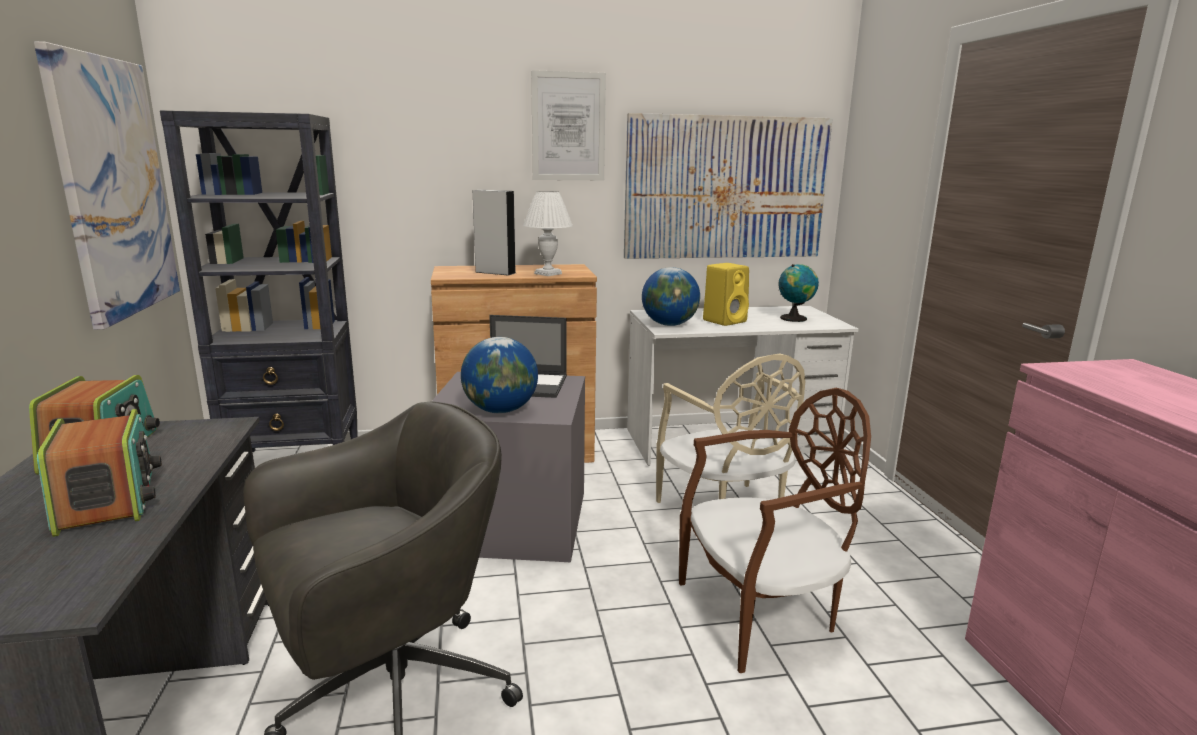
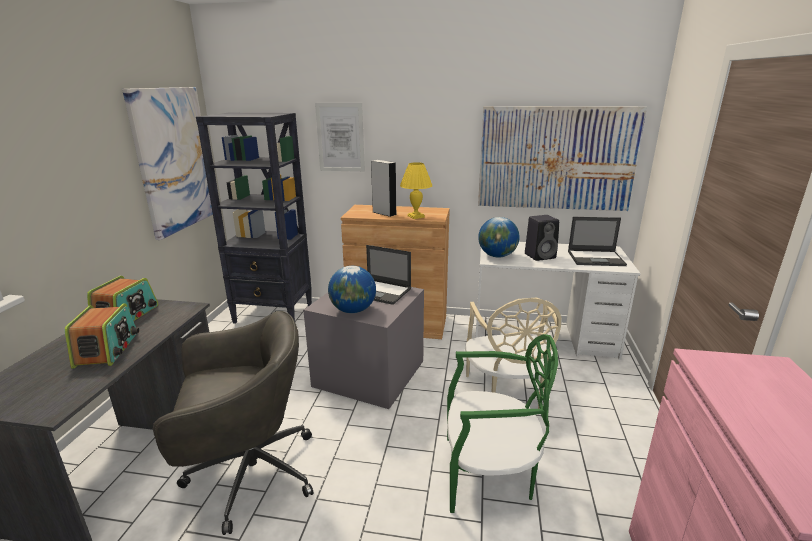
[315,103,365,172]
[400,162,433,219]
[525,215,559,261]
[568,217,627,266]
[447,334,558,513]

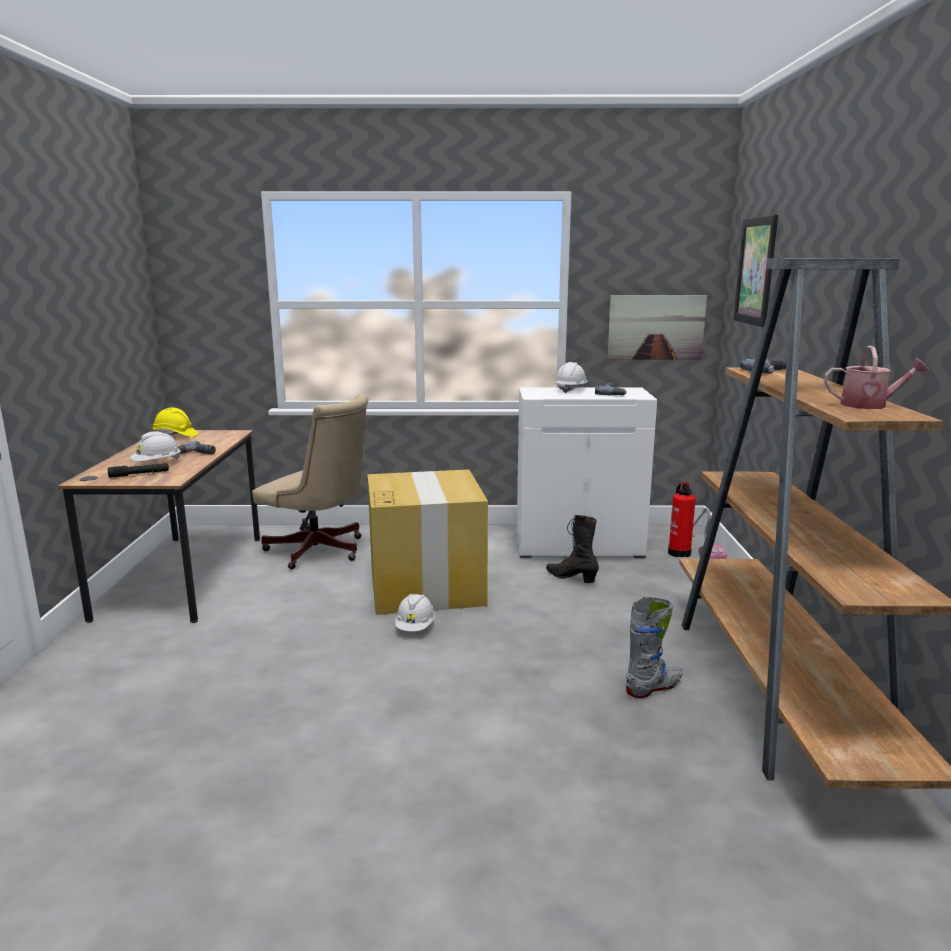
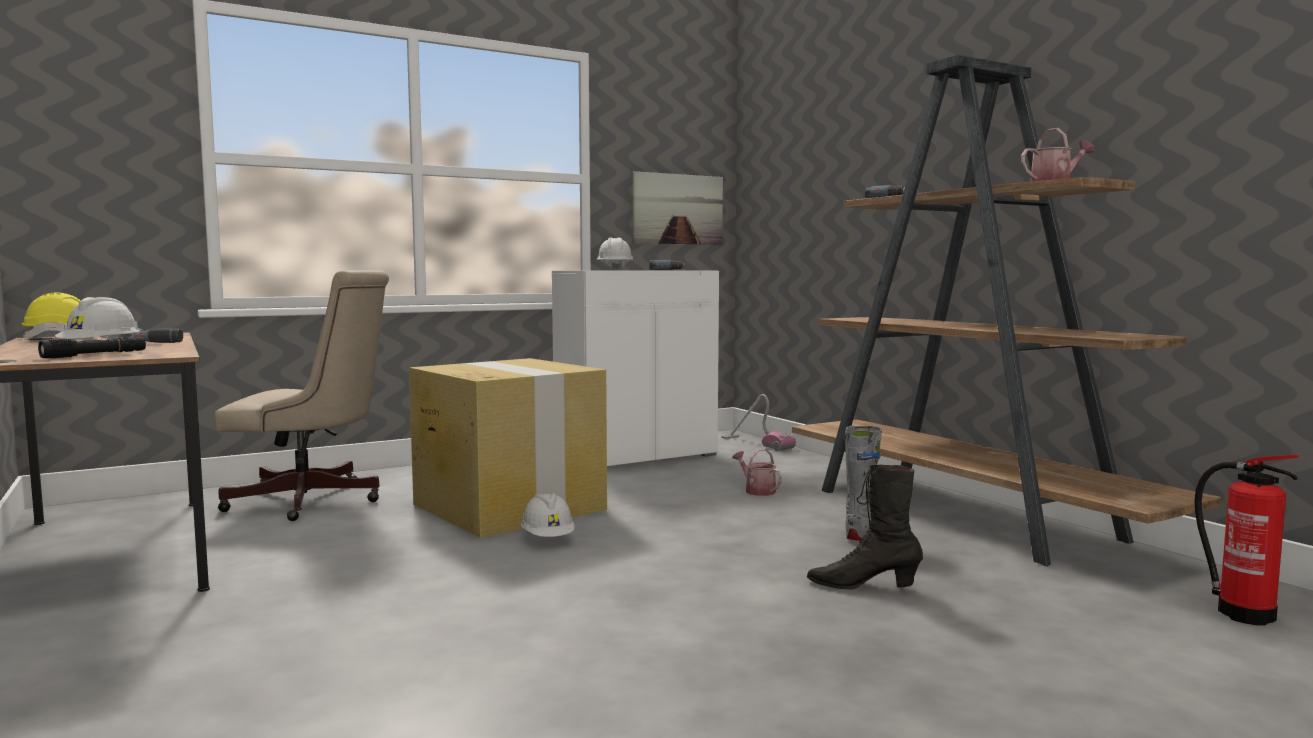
[733,215,778,327] (first image)
[1194,454,1300,626]
[807,465,923,589]
[733,448,782,496]

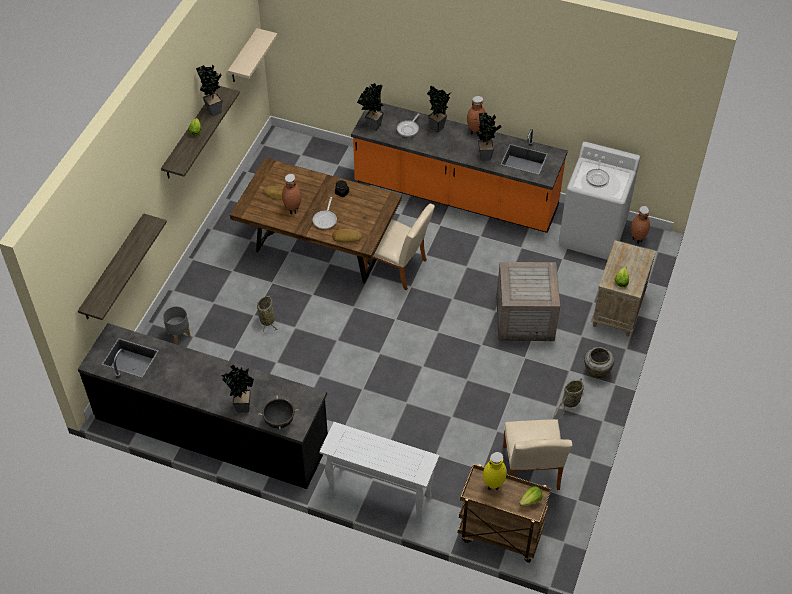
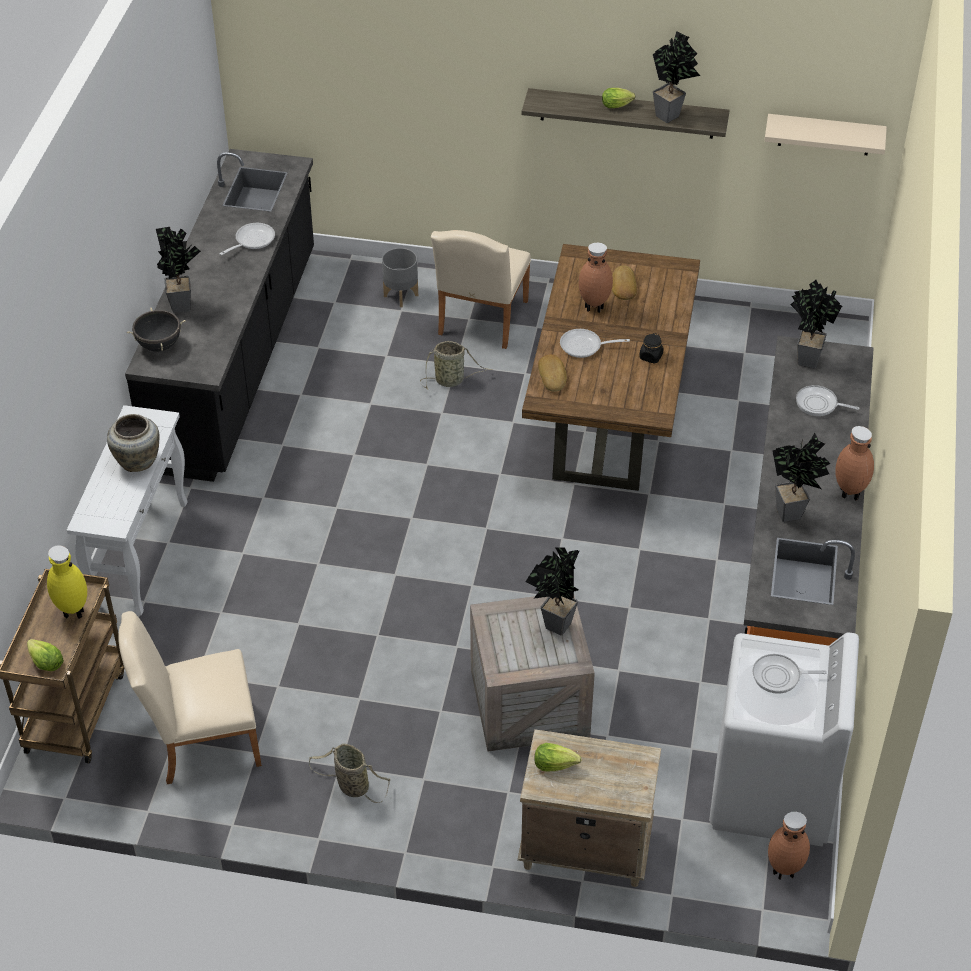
[526,547,580,635]
[431,230,531,349]
[78,213,167,320] (first image)
[107,414,160,472]
[220,223,275,255]

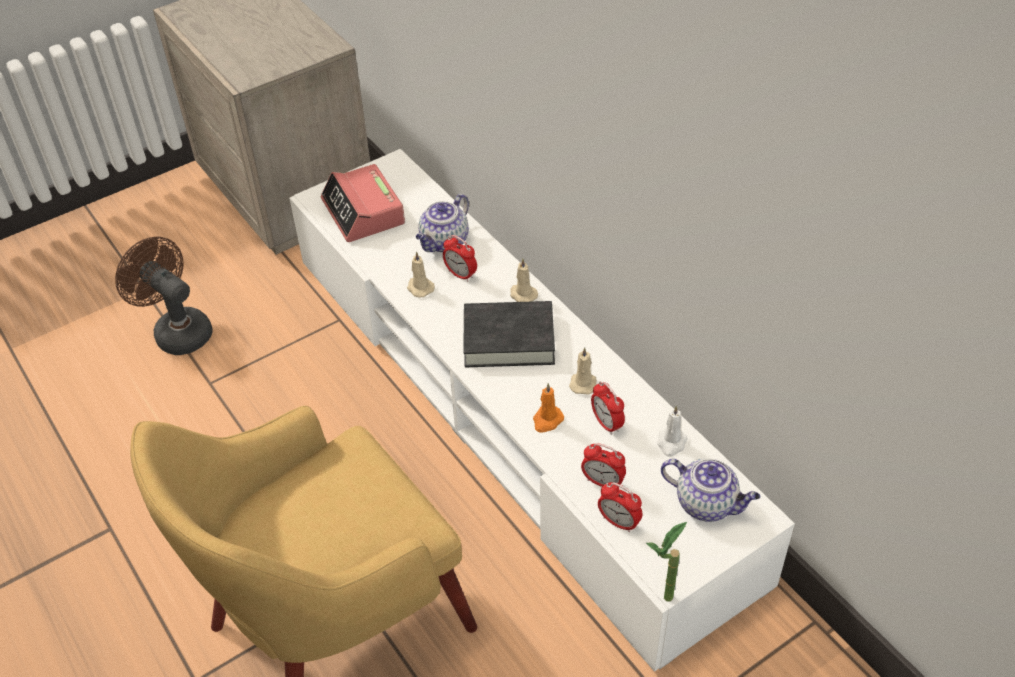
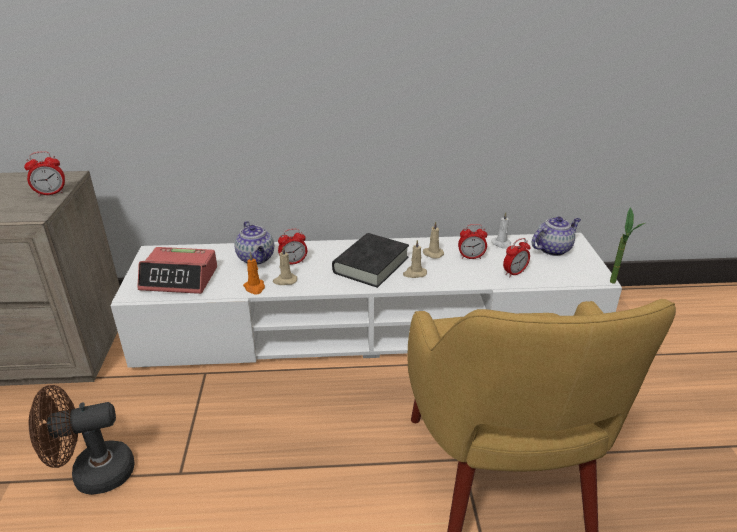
[403,240,427,278]
[243,252,265,295]
[24,151,65,197]

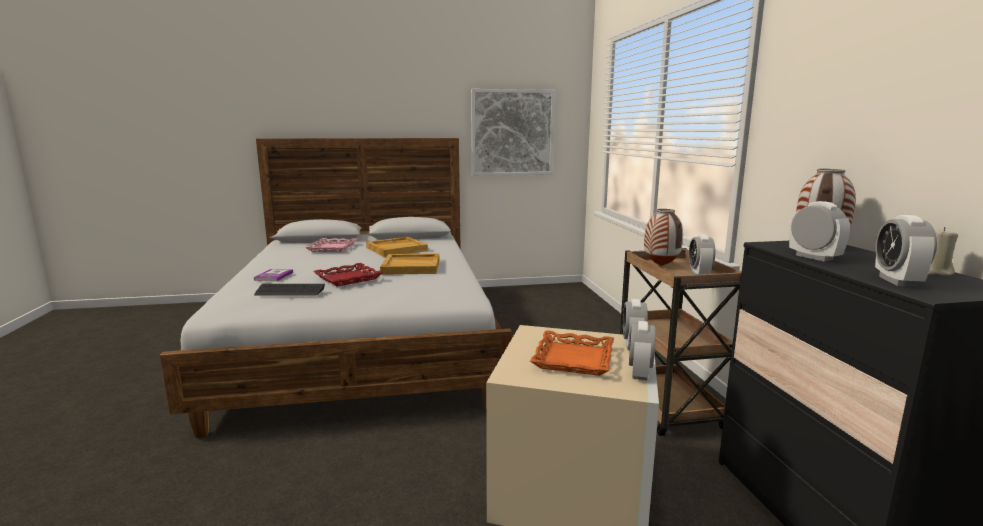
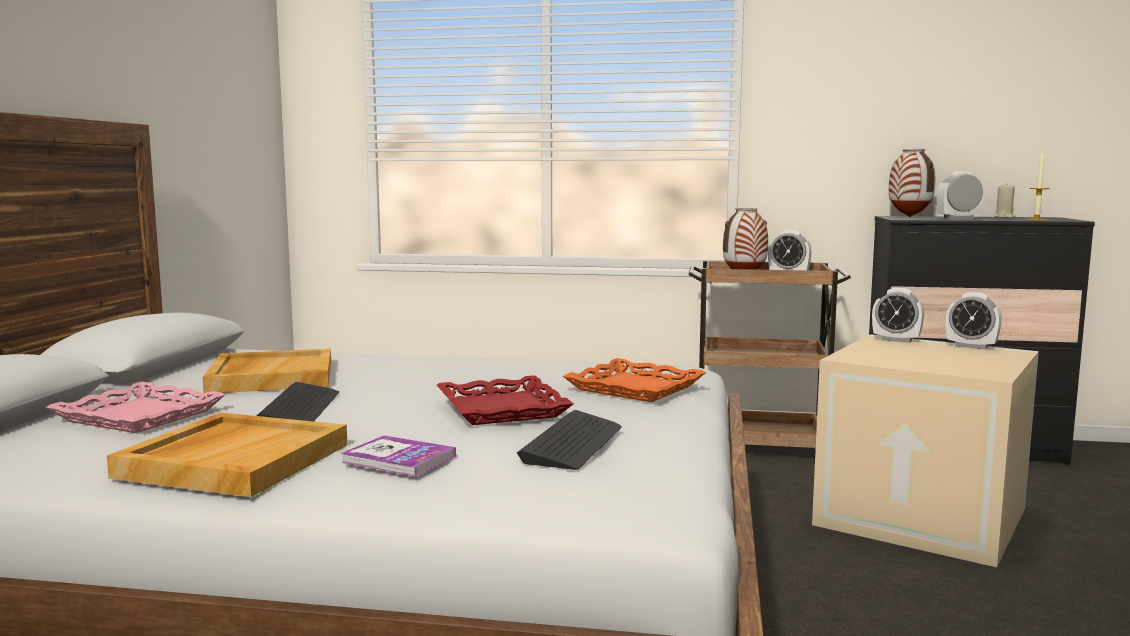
[471,89,555,176] (first image)
[1025,152,1049,220]
[107,413,347,497]
[563,358,706,402]
[257,382,339,422]

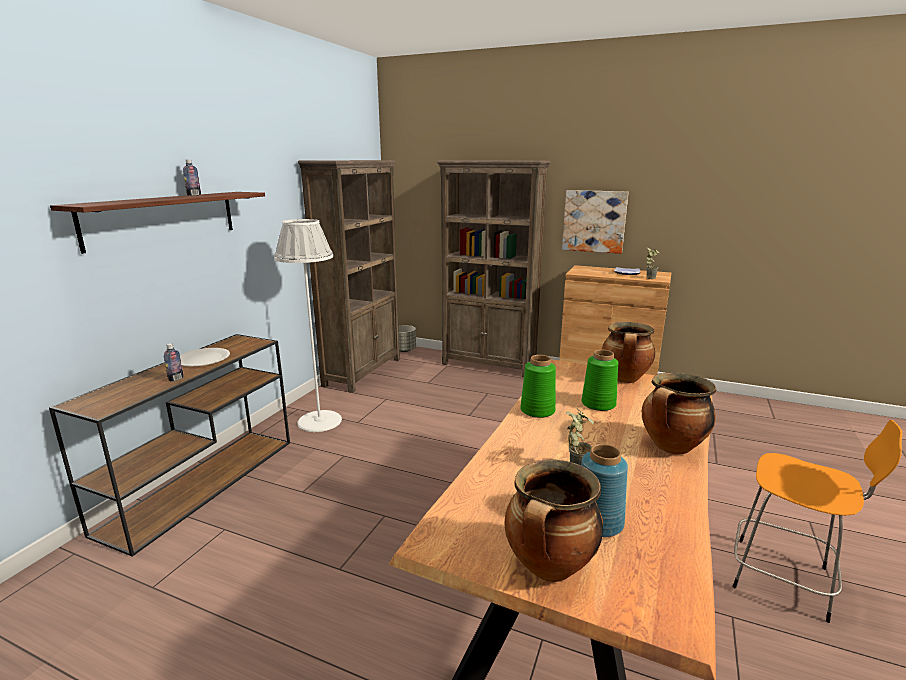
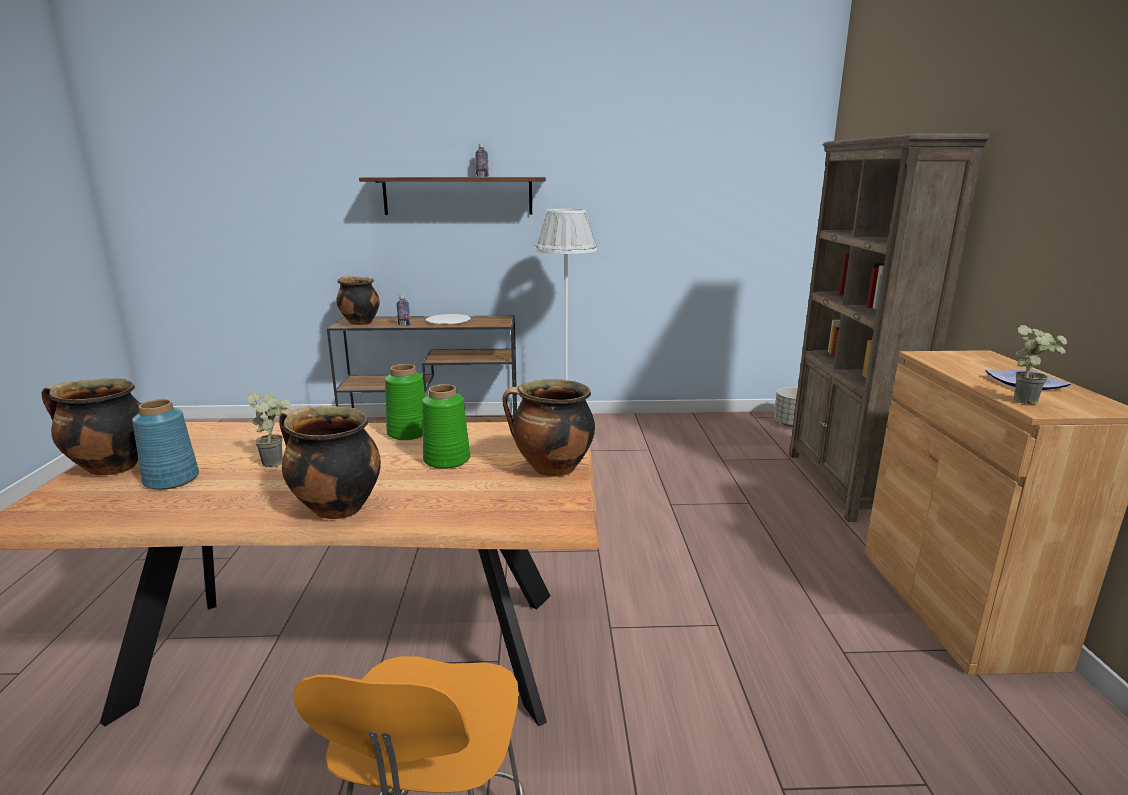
[298,160,400,393] (first image)
[562,190,629,254] (first image)
[336,276,380,325]

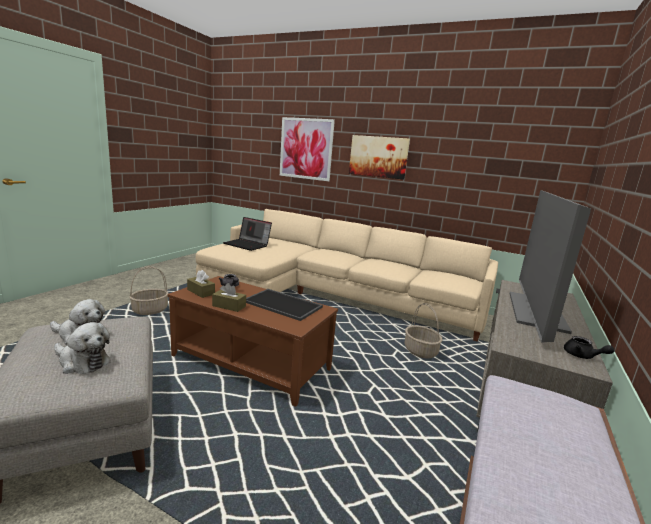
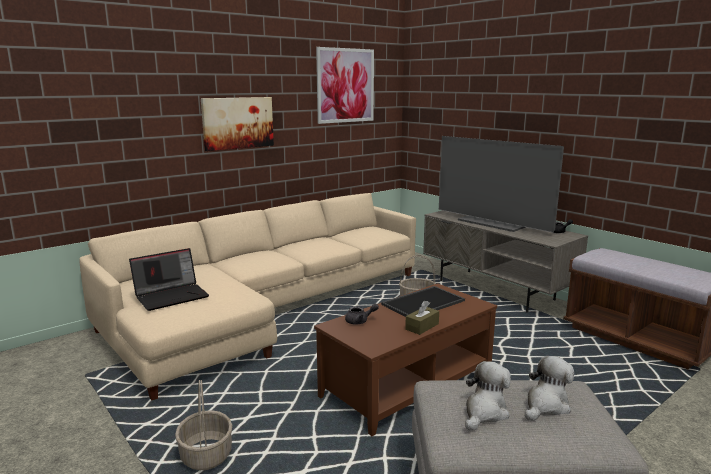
[316,47,374,124]
[187,270,215,298] (first image)

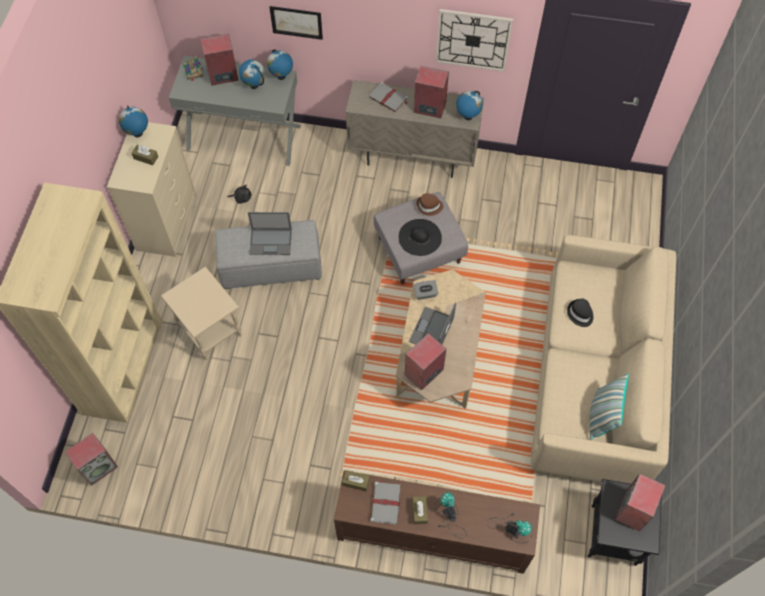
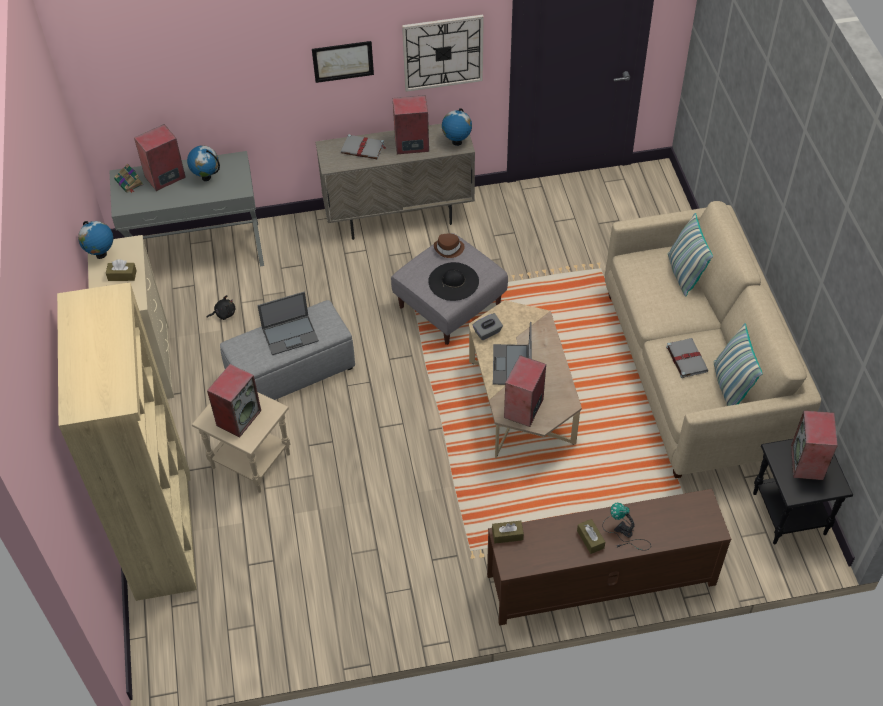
[312,41,374,83]
[267,49,293,80] (first image)
[567,299,593,327] (first image)
[207,364,261,437]
[666,338,708,378]
[487,513,533,543] (first image)
[668,213,713,296]

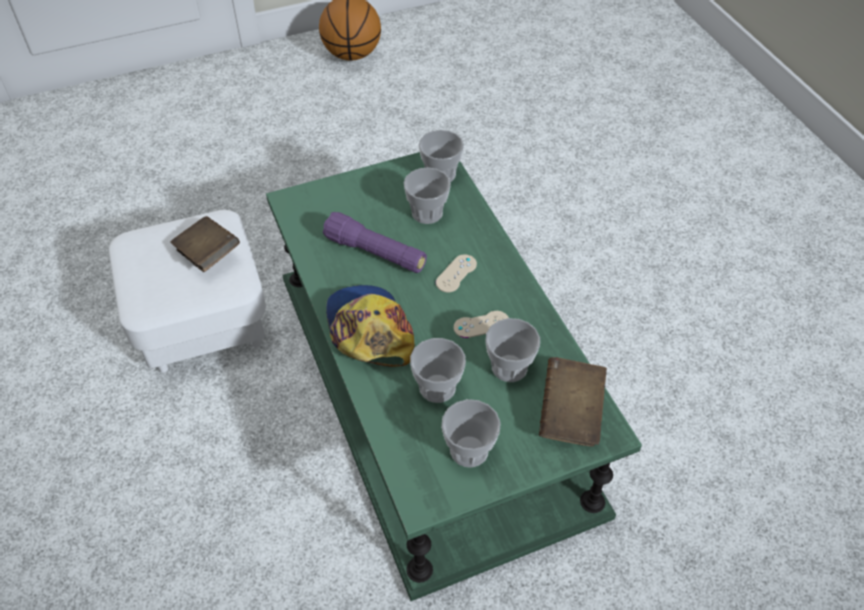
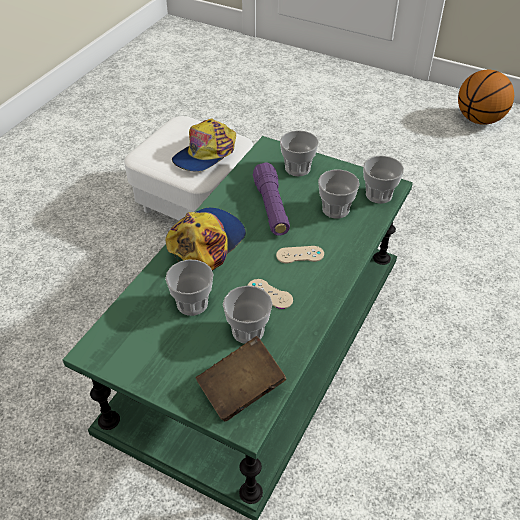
[172,118,236,172]
[280,130,319,177]

